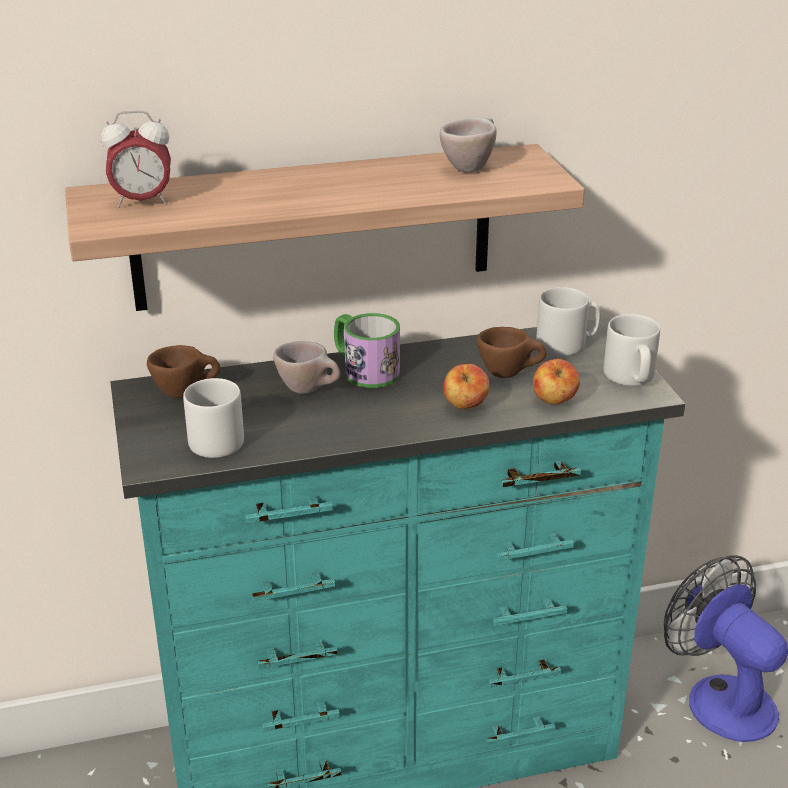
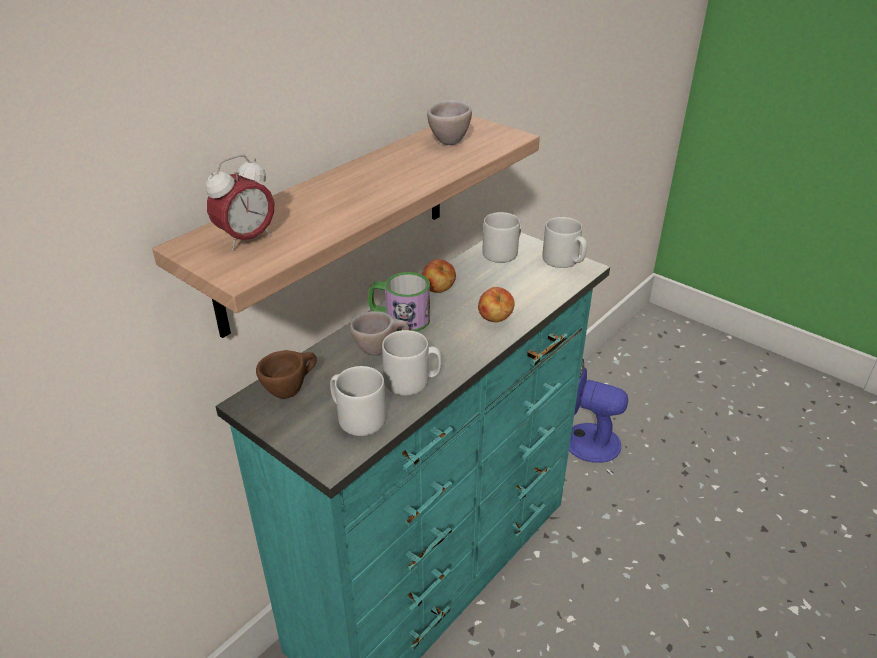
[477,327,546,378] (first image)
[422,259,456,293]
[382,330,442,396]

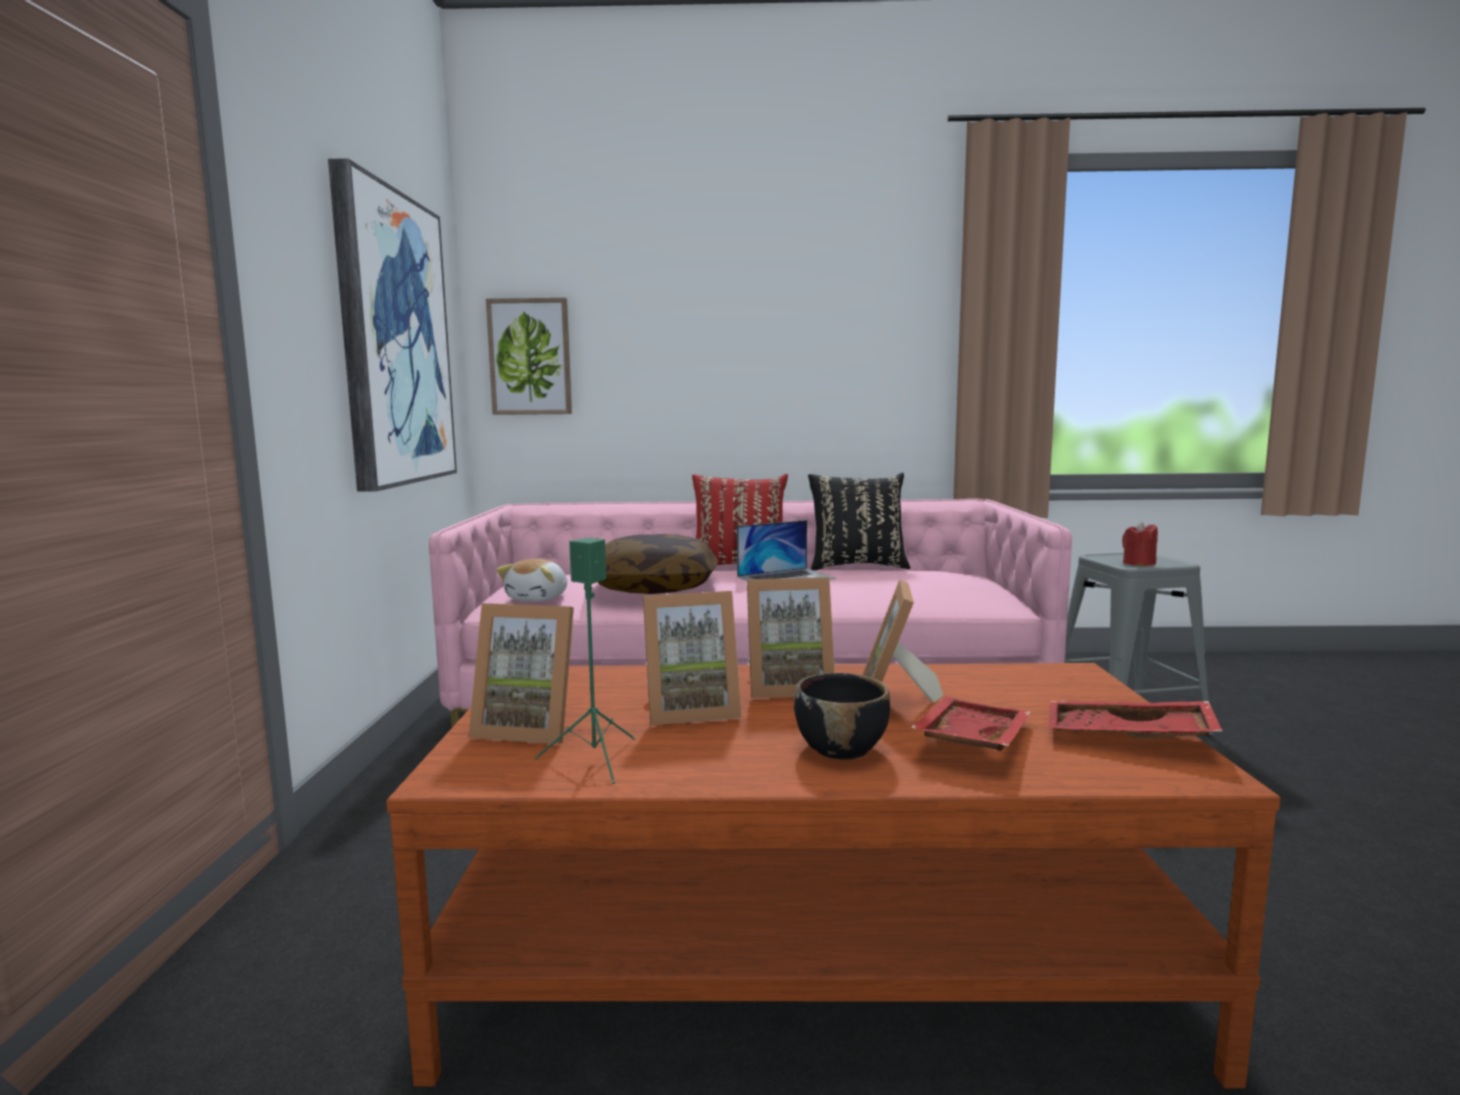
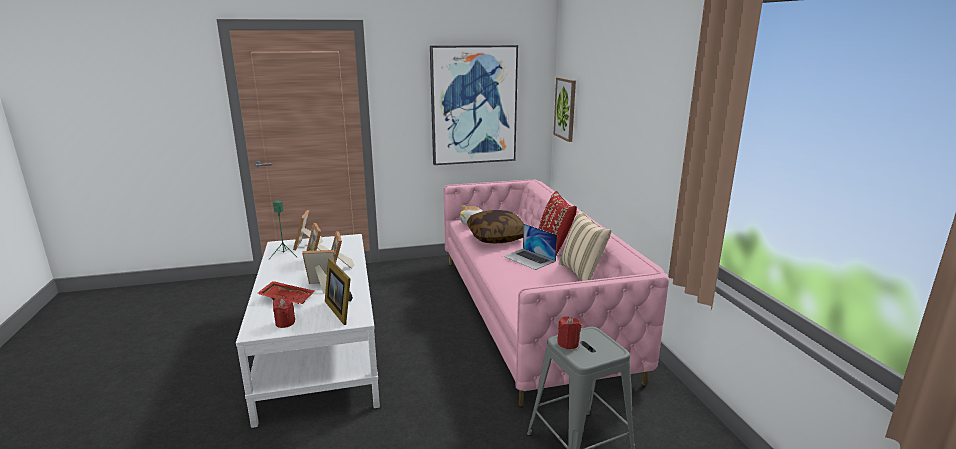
[559,210,611,281]
[236,234,380,428]
[794,673,890,760] (first image)
[273,298,295,328]
[325,258,353,325]

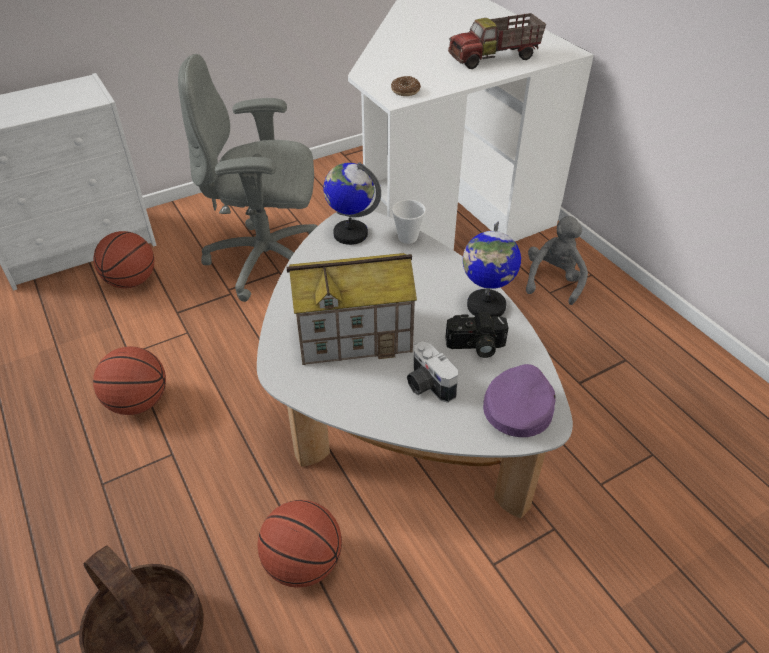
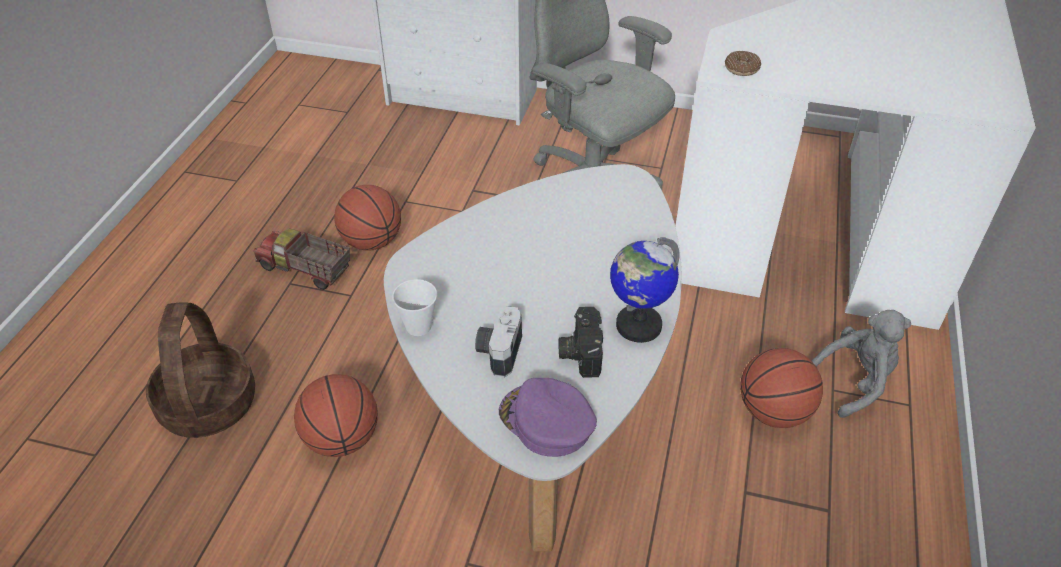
[253,228,350,290]
[324,162,381,245] (first image)
[392,279,437,336]
[740,348,823,428]
[287,253,417,365] (first image)
[559,307,603,378]
[499,378,597,457]

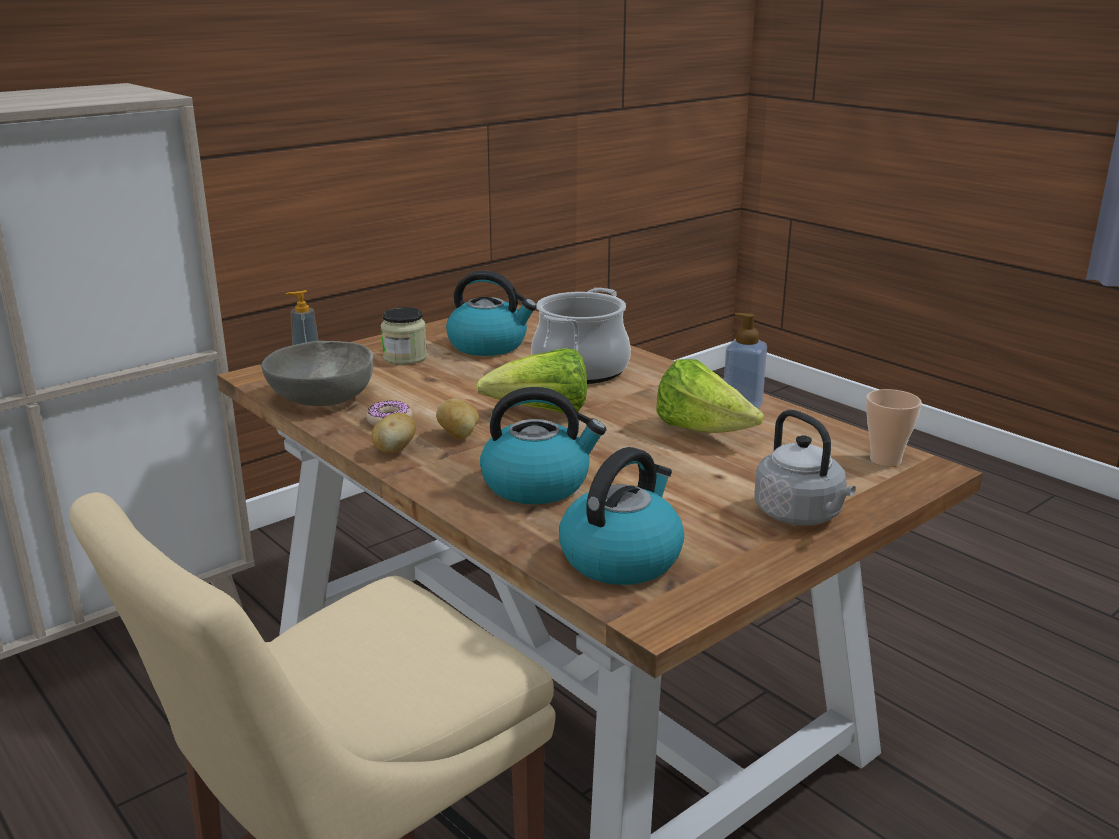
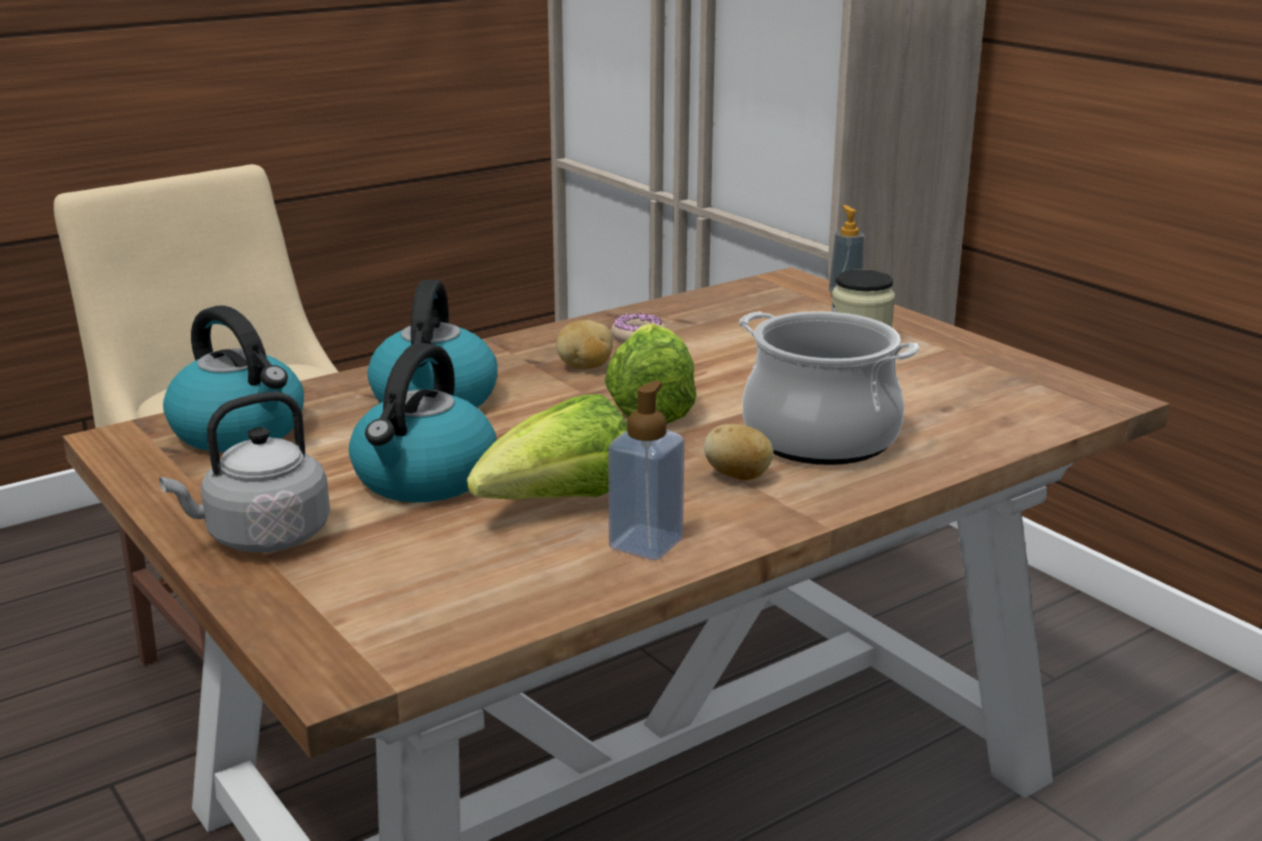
[349,343,497,502]
[262,341,373,406] (first image)
[866,389,922,467] (first image)
[704,424,774,480]

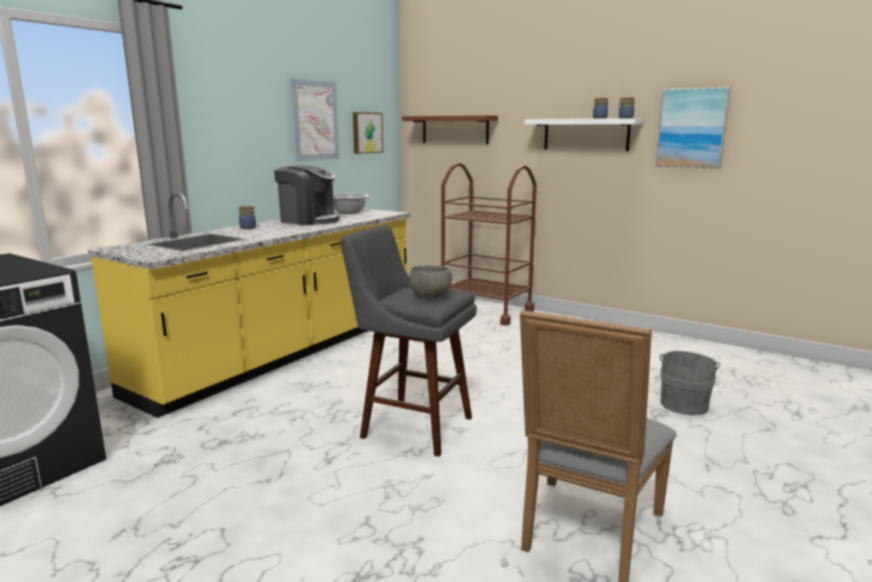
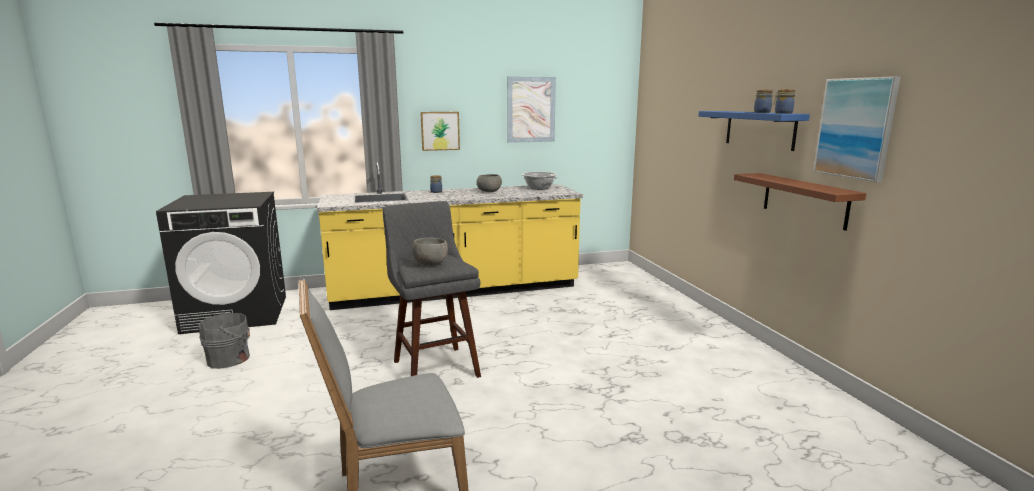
[420,112,460,151]
[734,173,866,231]
[699,111,810,151]
[441,163,537,326] (first image)
[477,174,502,192]
[198,311,250,369]

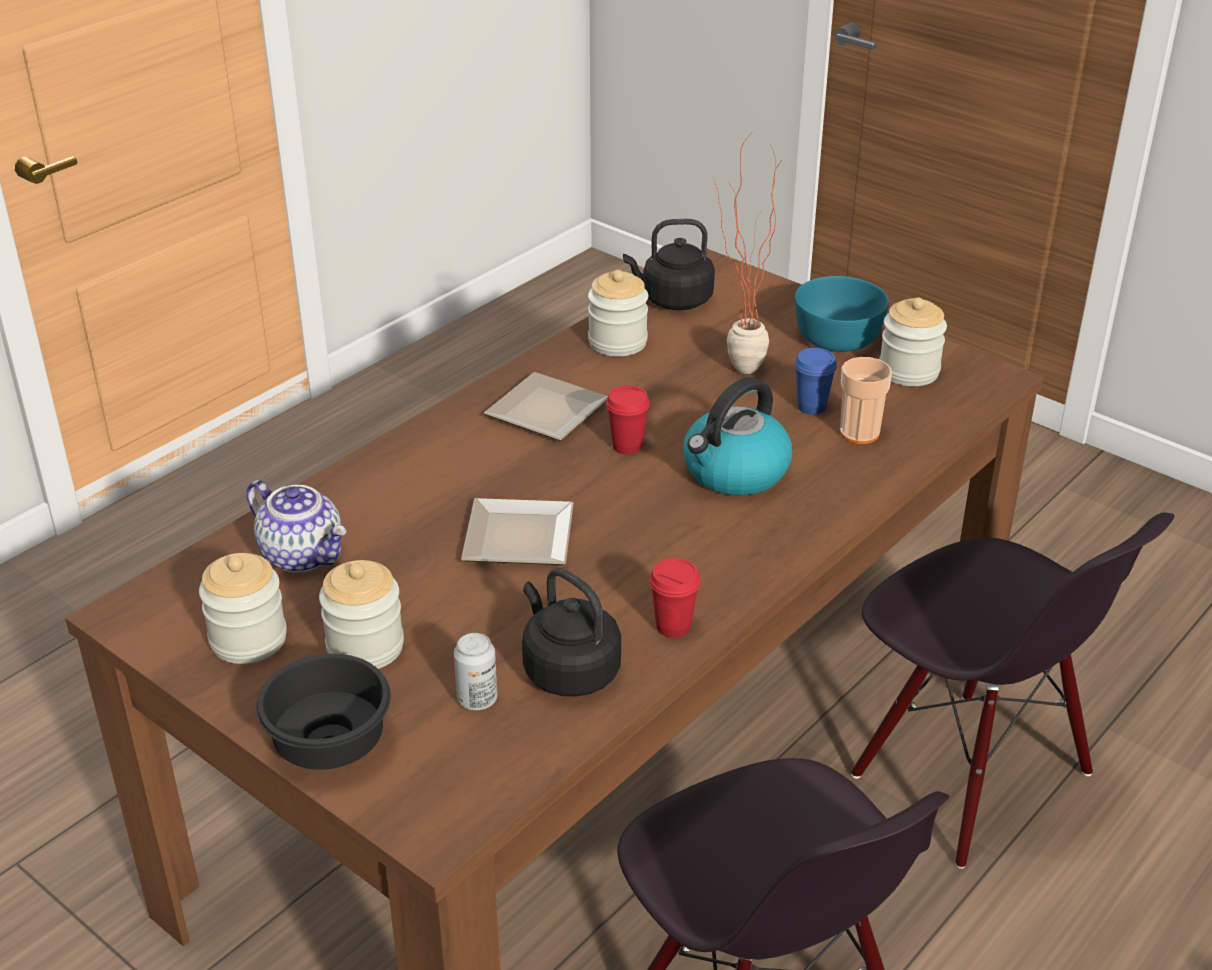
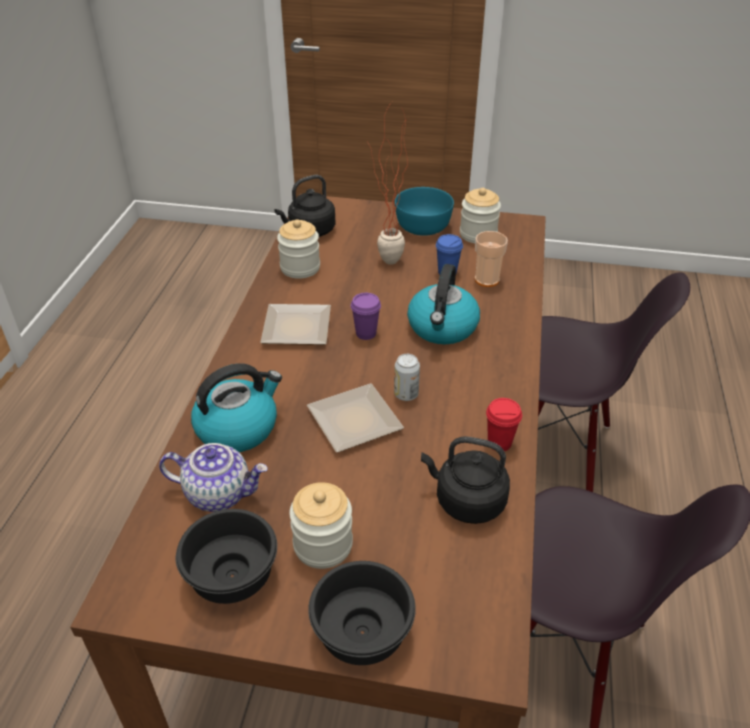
[351,293,381,340]
[175,509,277,604]
[394,354,420,401]
[191,363,282,452]

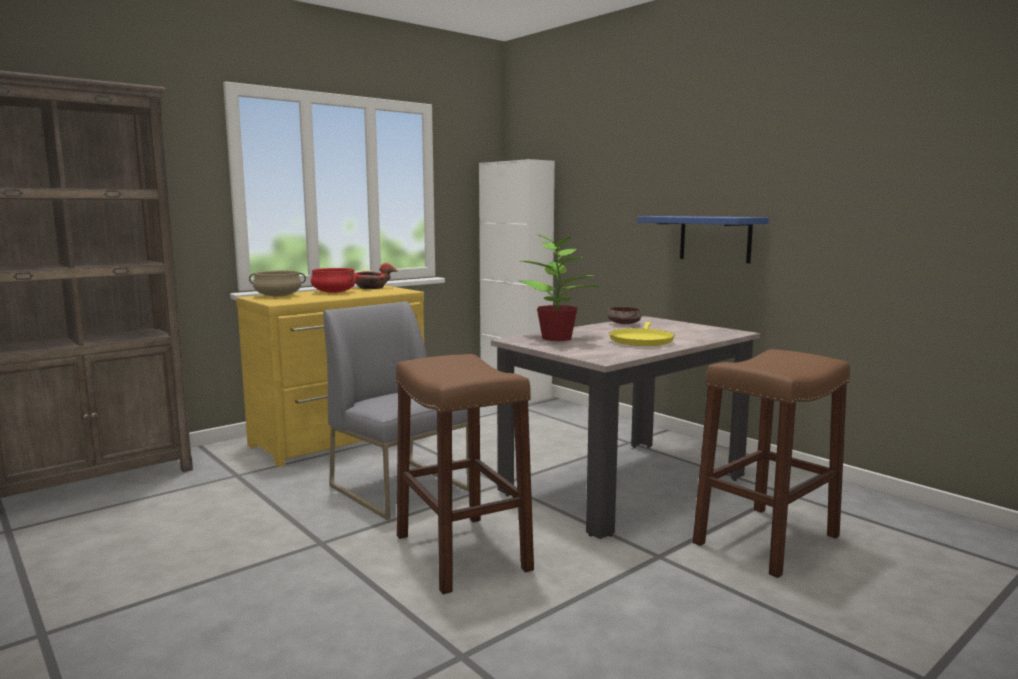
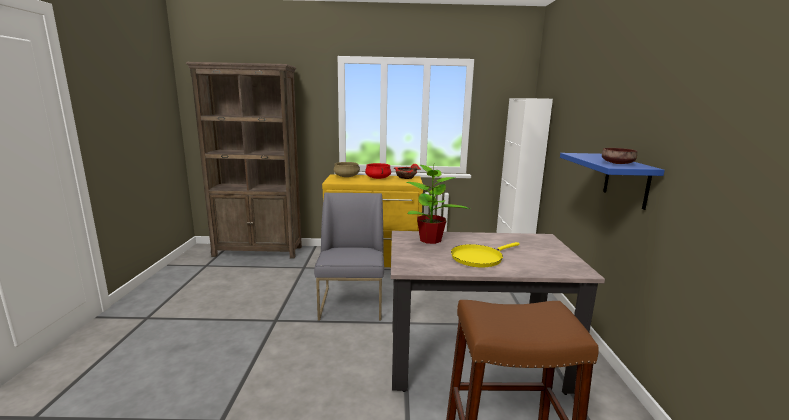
[602,148,637,164]
[396,354,534,594] (first image)

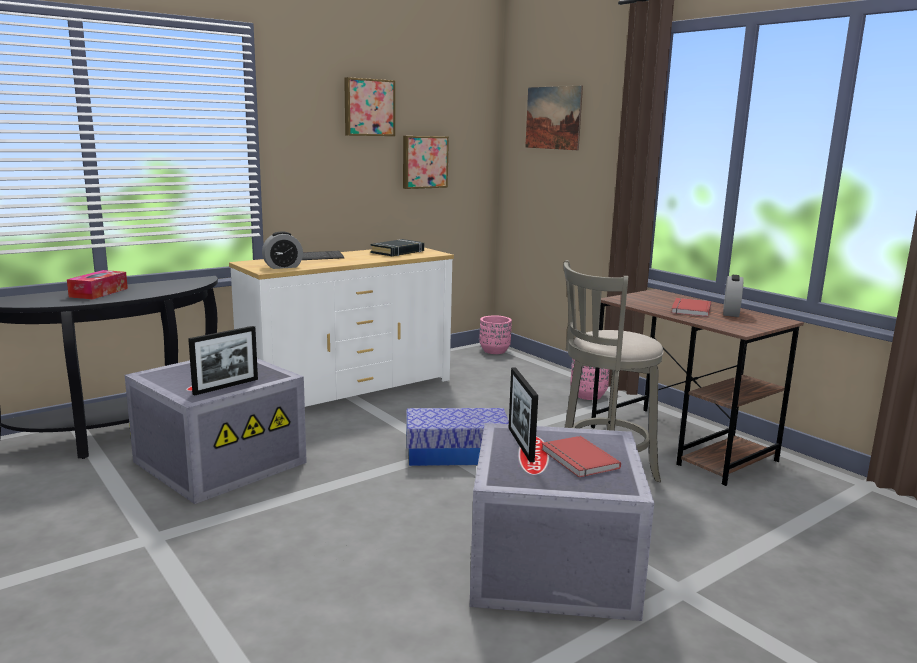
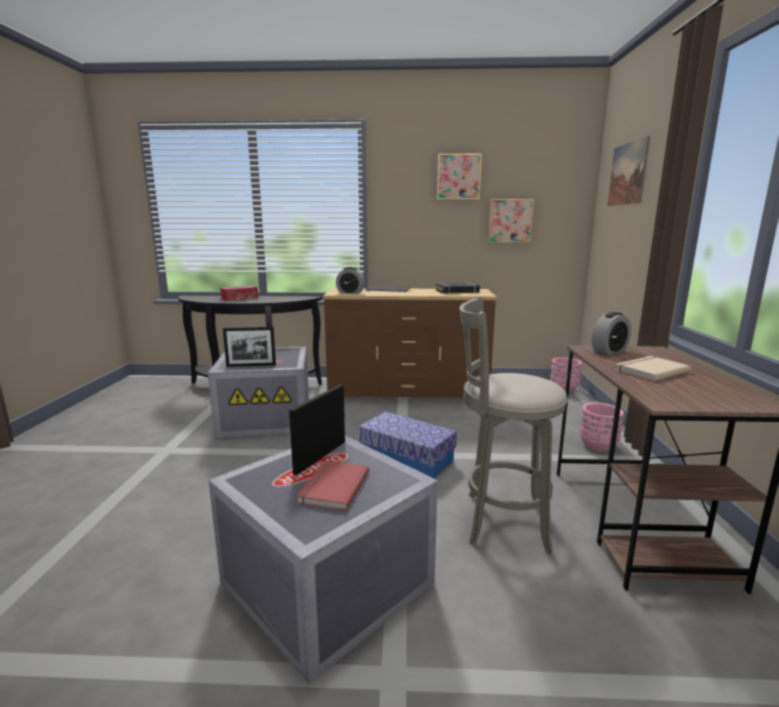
[323,288,497,398]
[591,312,631,355]
[615,356,691,381]

